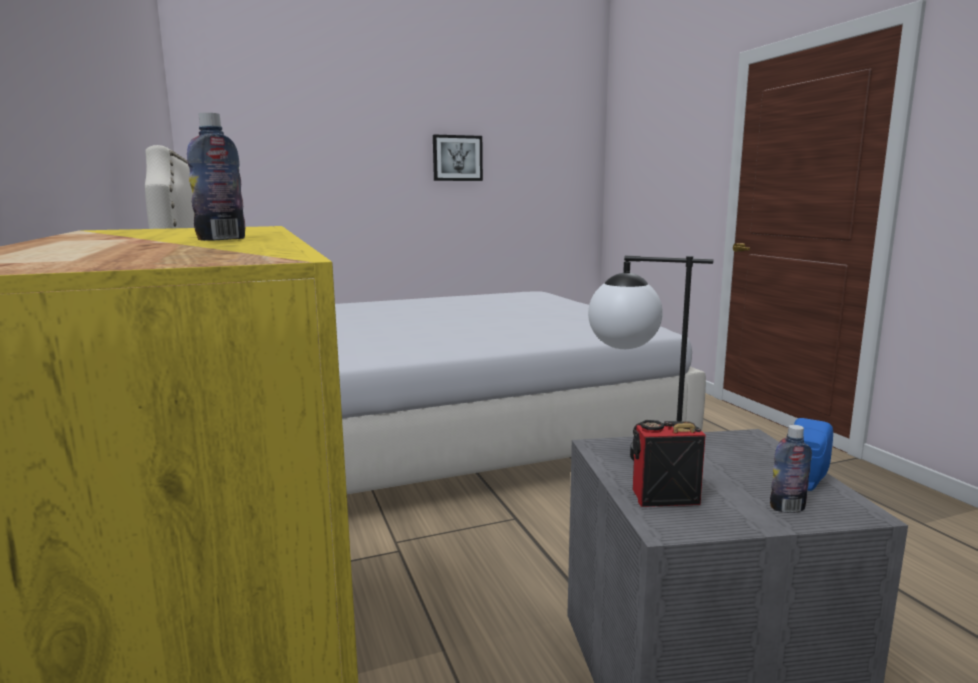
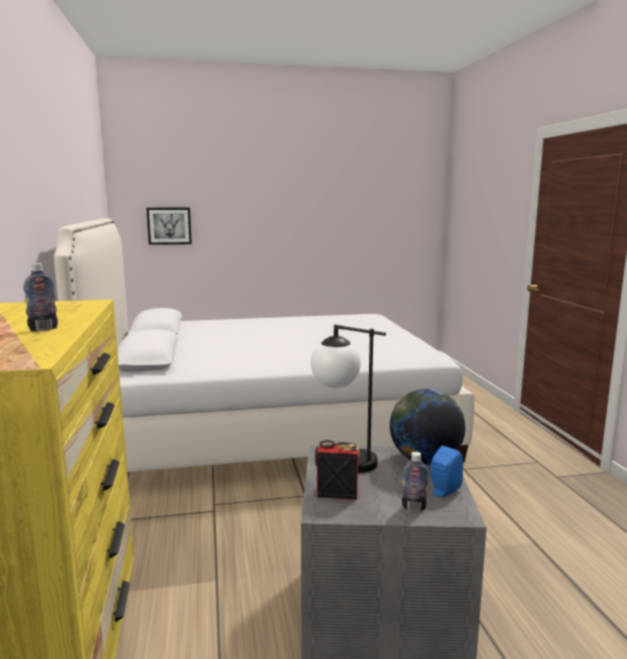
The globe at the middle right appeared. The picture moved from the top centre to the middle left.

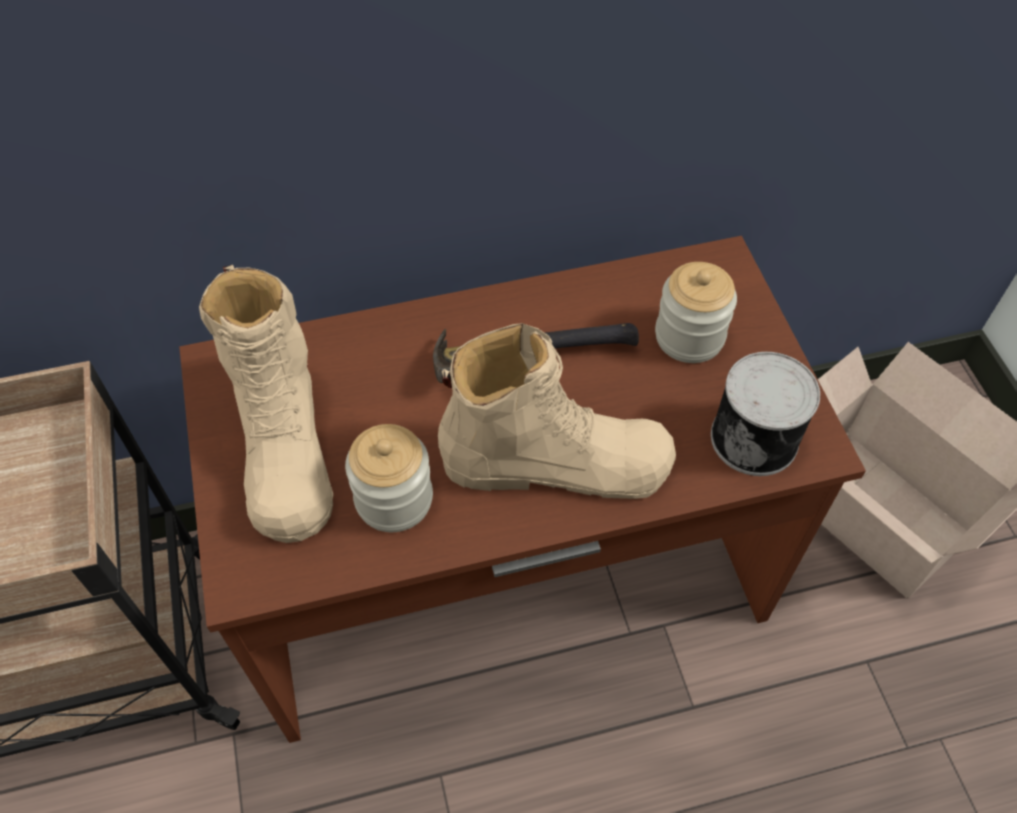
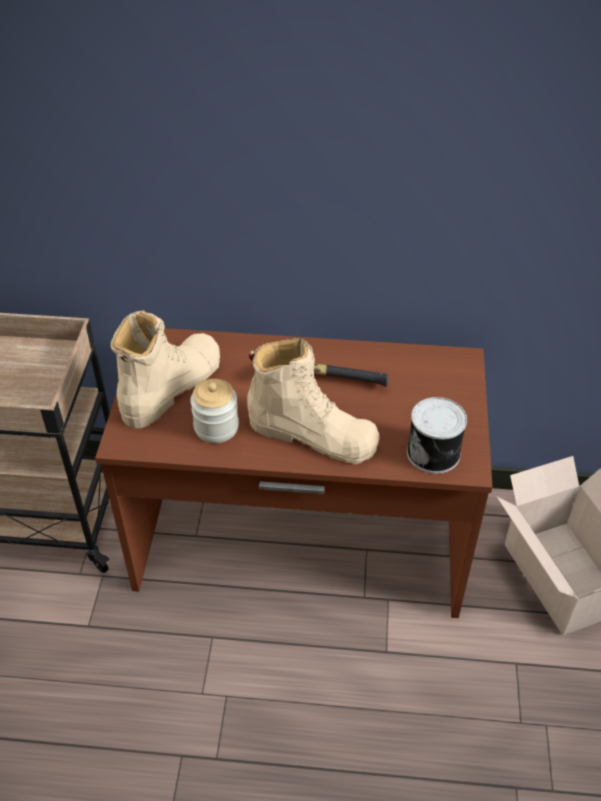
The jar (no. 2 from left) at the middle right disappeared. The beige boot (no. 1 from left) at the middle left turned 150 degrees counterclockwise.

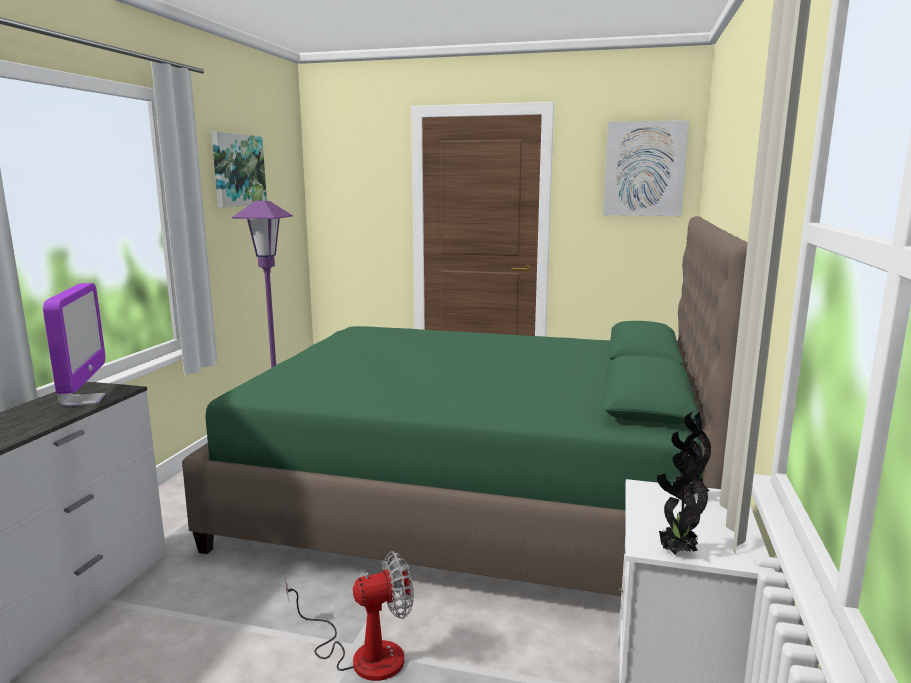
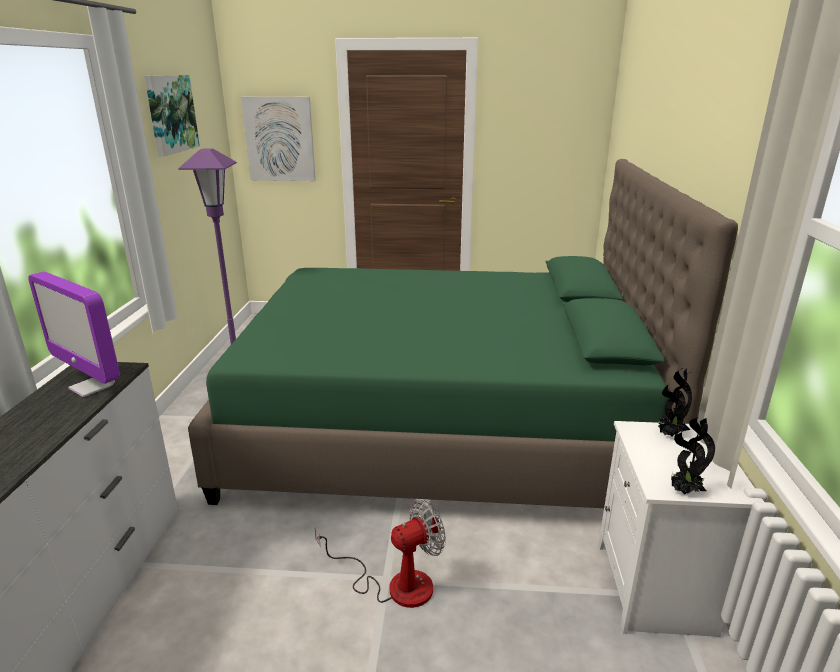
The picture (no. 2 from left) moved from the top right to the top left. The monitor at the middle left turned 150 degrees clockwise.

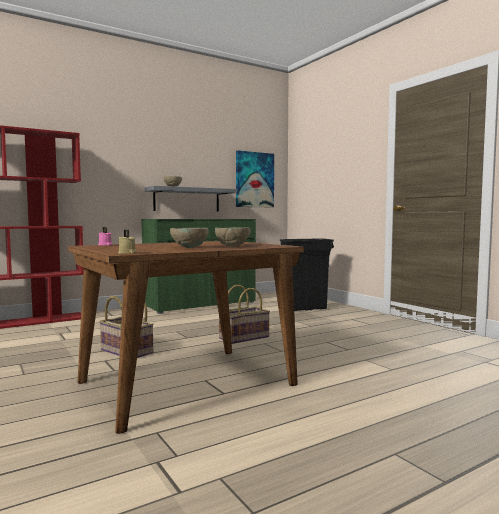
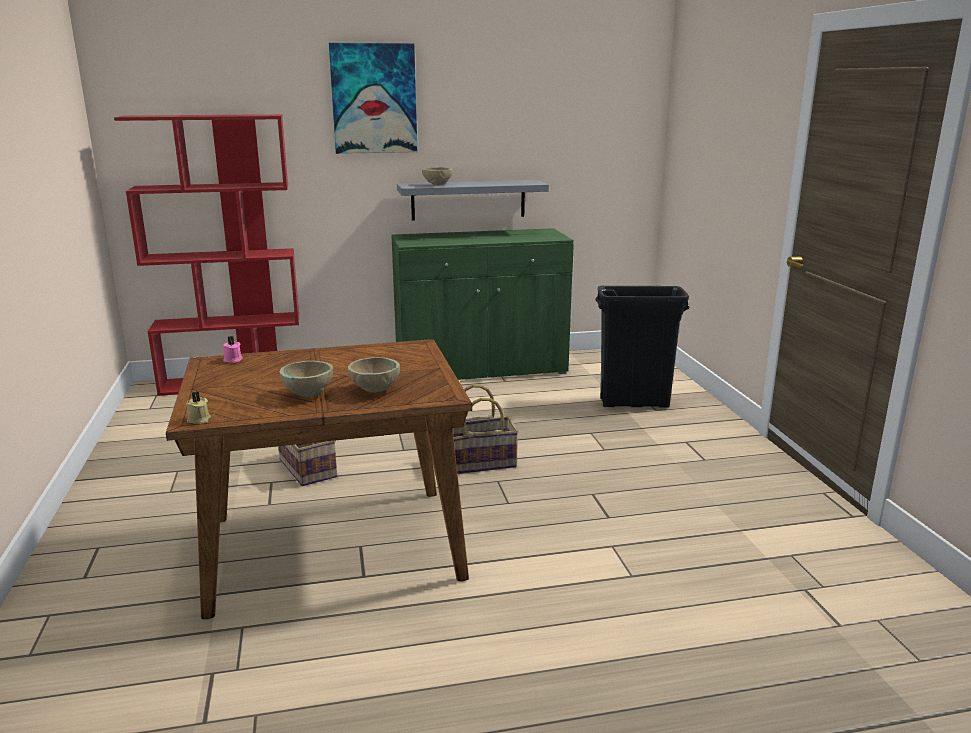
The picture moved from the centre to the top centre.

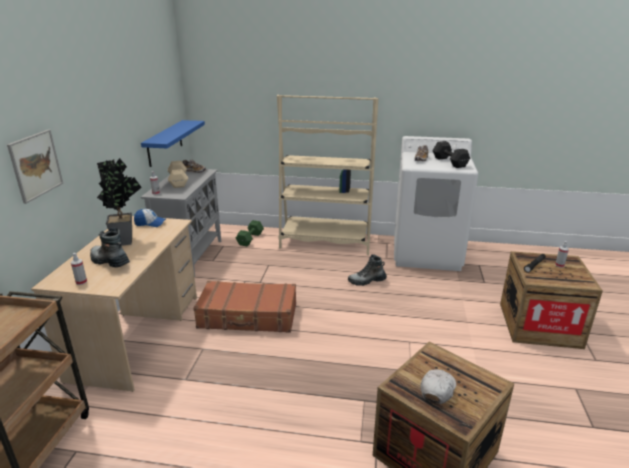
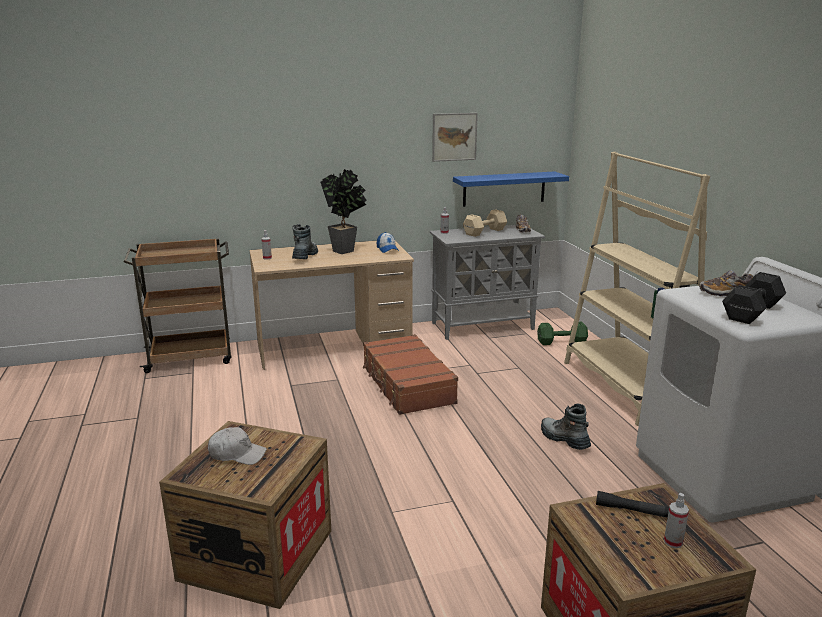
The picture moved from the middle left to the top centre.

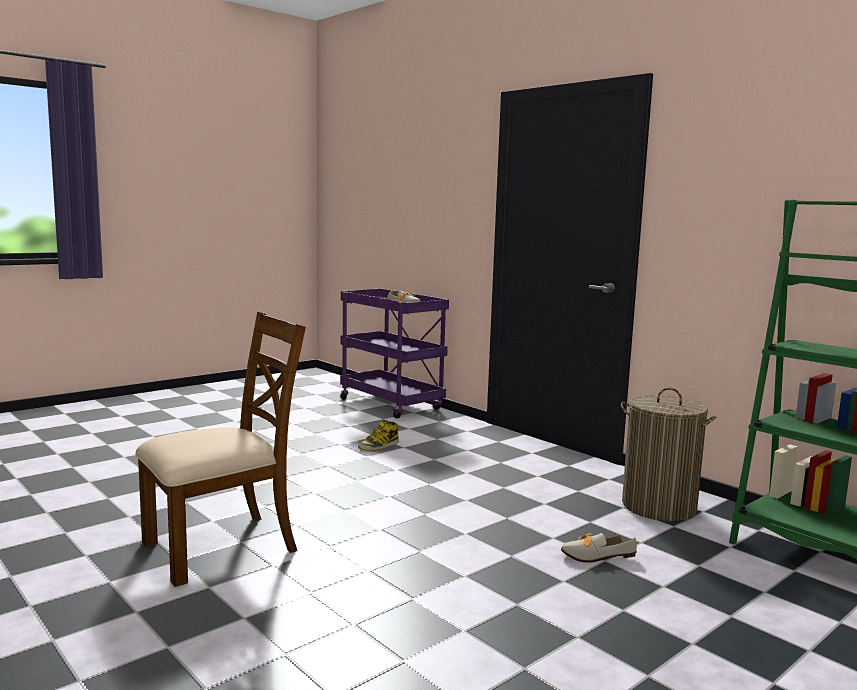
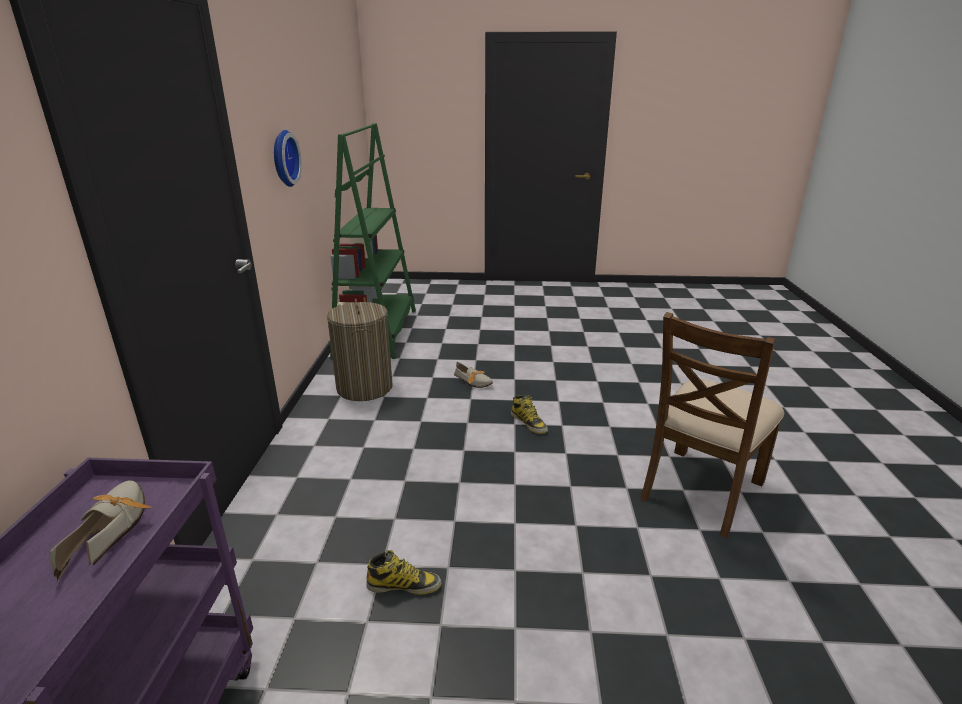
The wall clock at the top left appeared. The boot (no. 2 from left) at the centre appeared. The brown chair at the middle left turned 60 degrees counterclockwise.

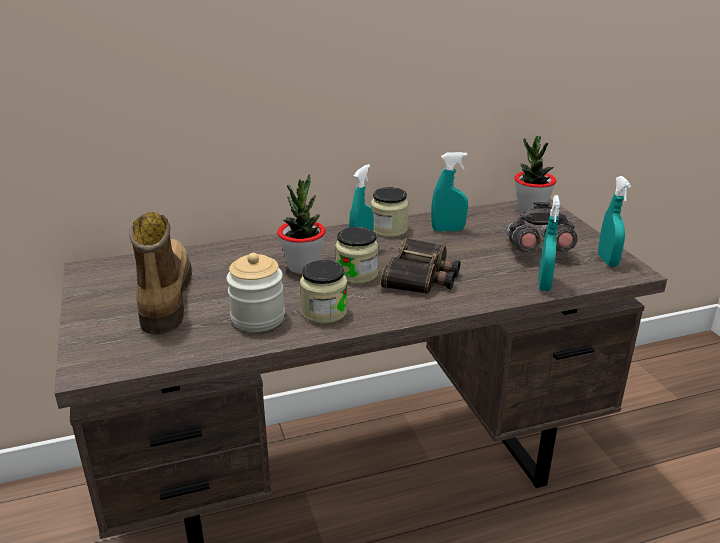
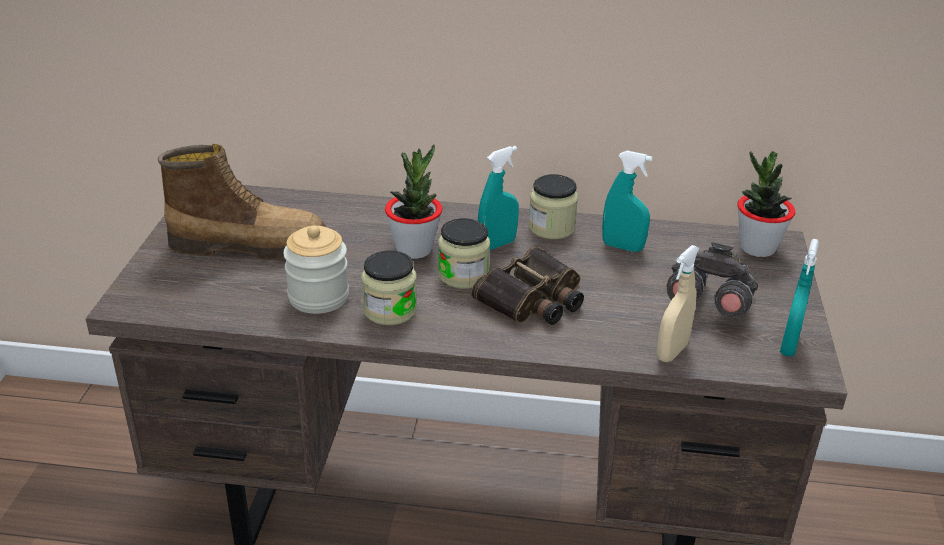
The turquoise spray bottle (no. 3 from left) at the middle right became the beige spray bottle at the middle right. The boot at the middle left turned 75 degrees clockwise.

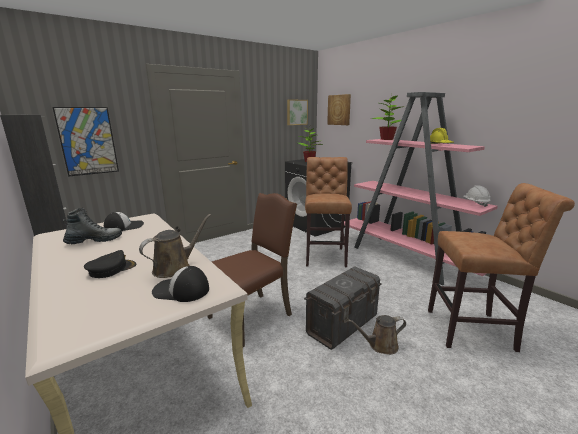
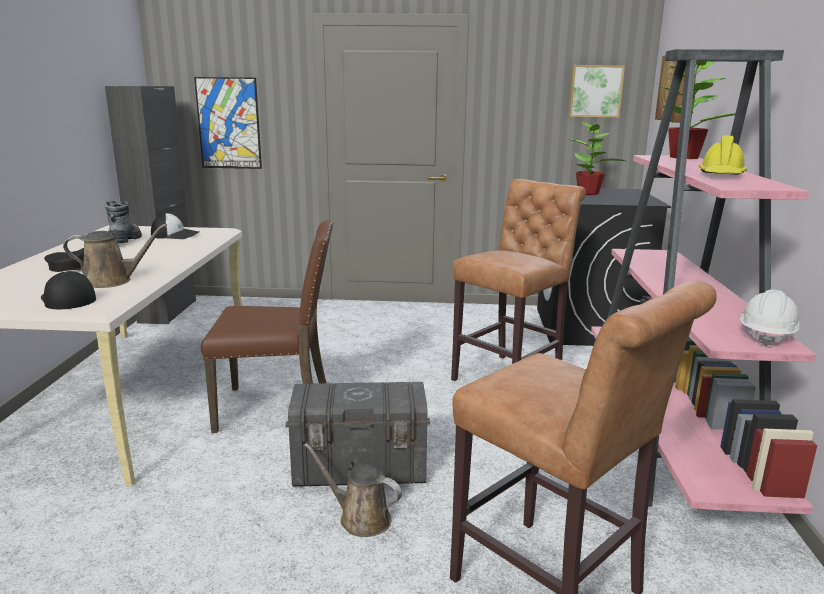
The boot at the middle left turned 105 degrees counterclockwise.

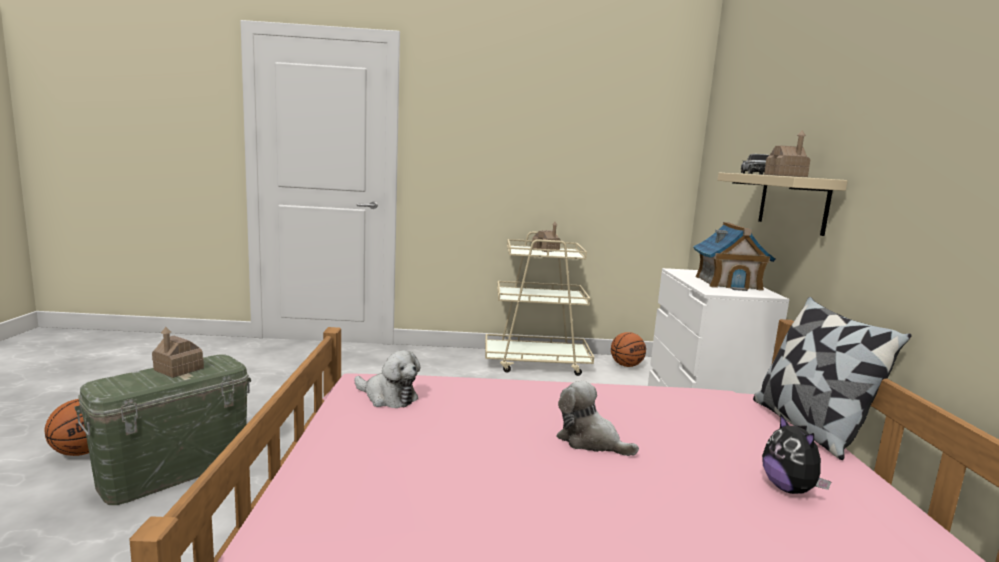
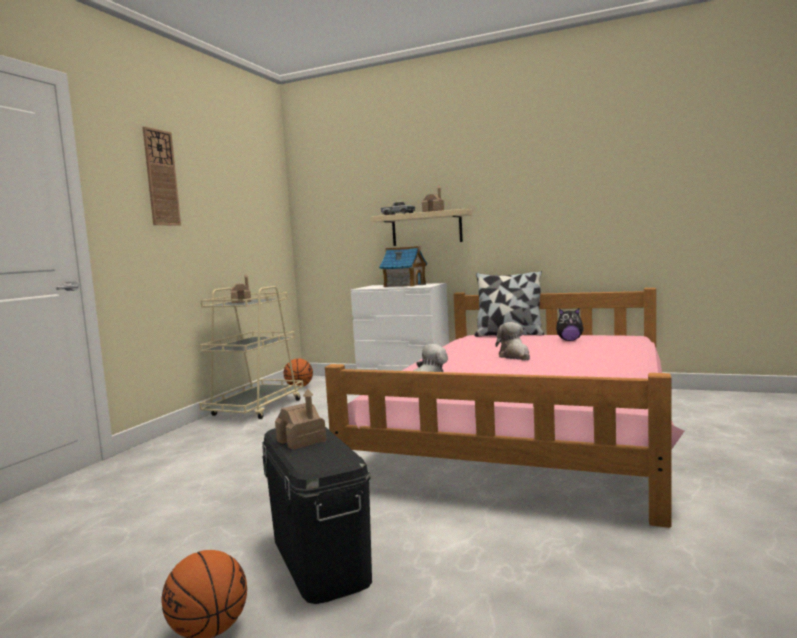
The wall clock at the top left appeared. The green storage box at the bottom left became the black storage box at the bottom centre. The plush toy (no. 2 from left) at the bottom centre turned 105 degrees clockwise.

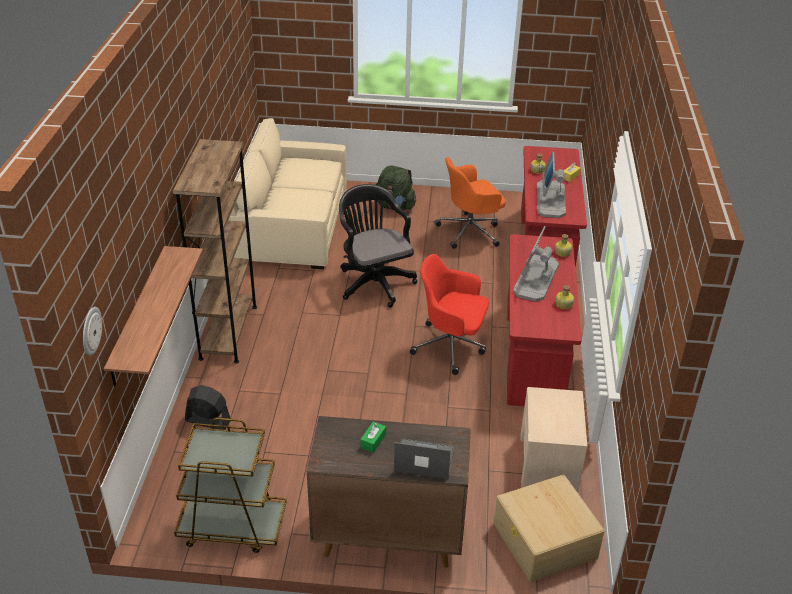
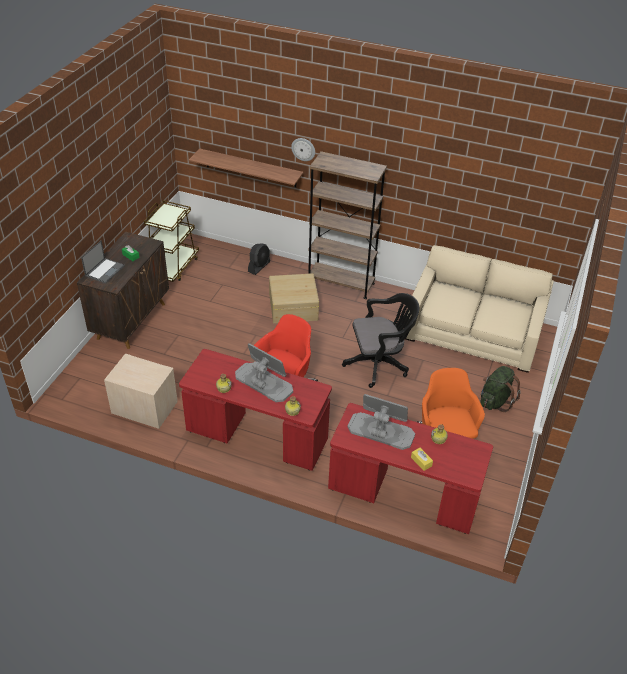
The wall clock moved from the middle left to the top centre. The beige storage box moved from the bottom right to the centre.

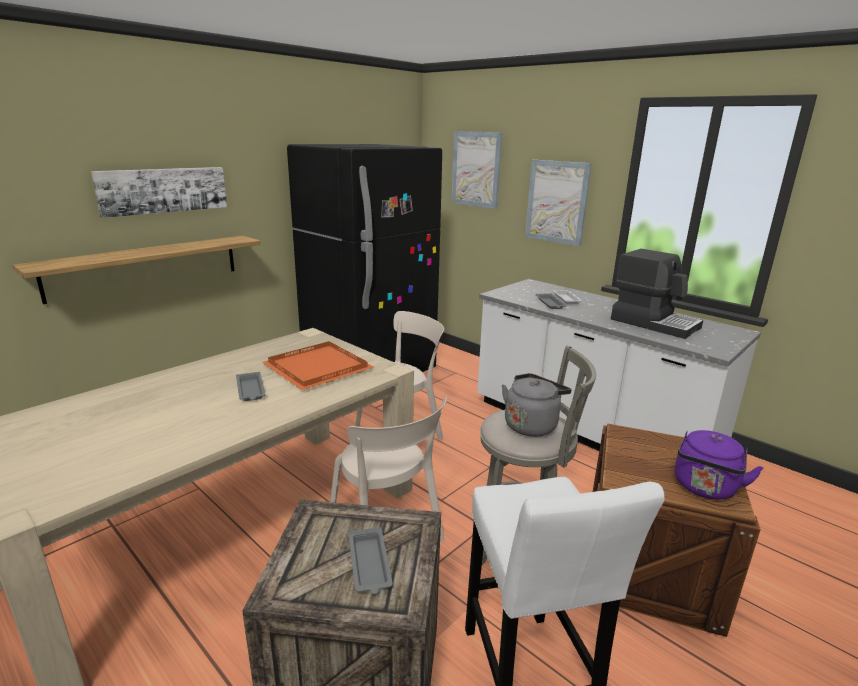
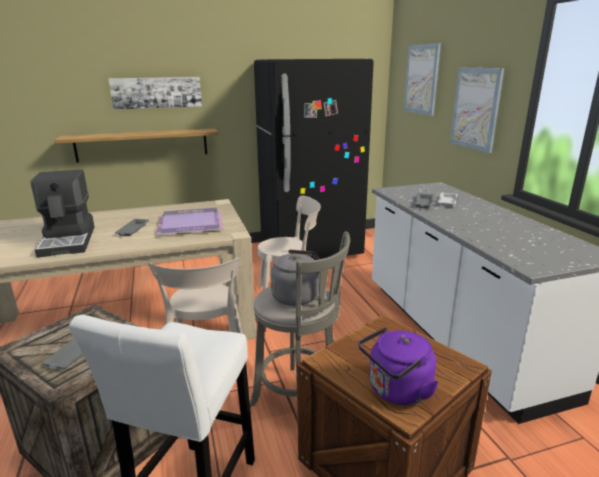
The coffee machine moved from the middle right to the middle left. The orange tray at the centre became the purple tray at the middle left.

